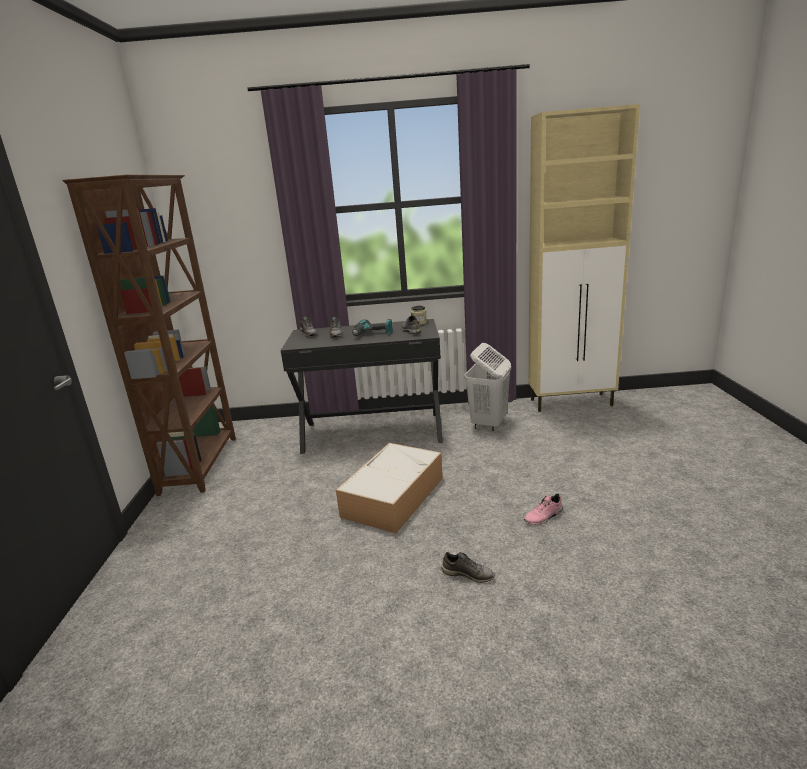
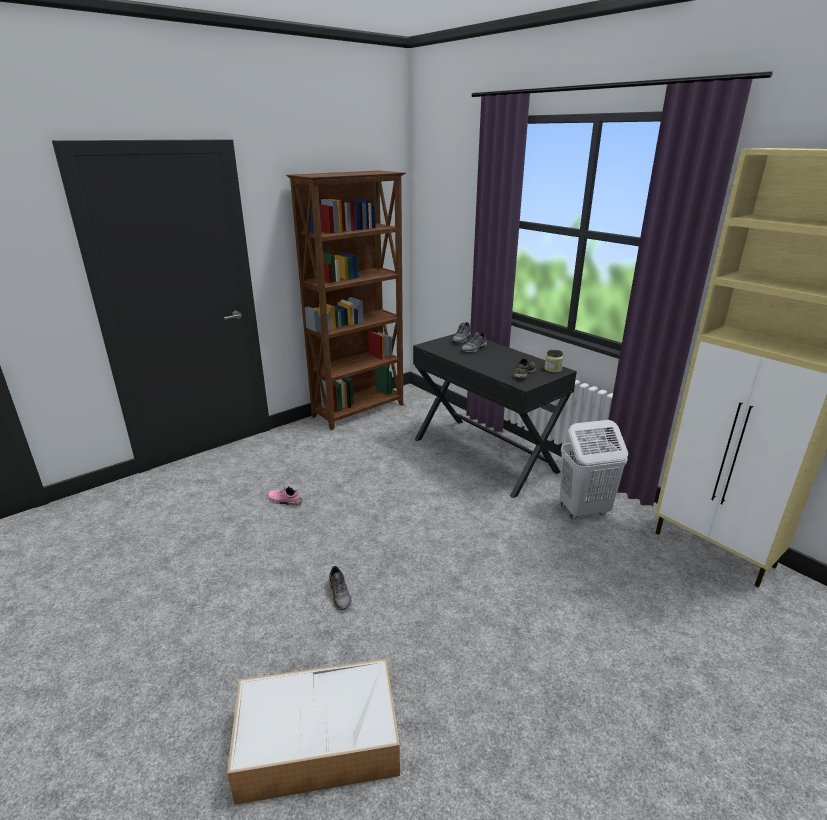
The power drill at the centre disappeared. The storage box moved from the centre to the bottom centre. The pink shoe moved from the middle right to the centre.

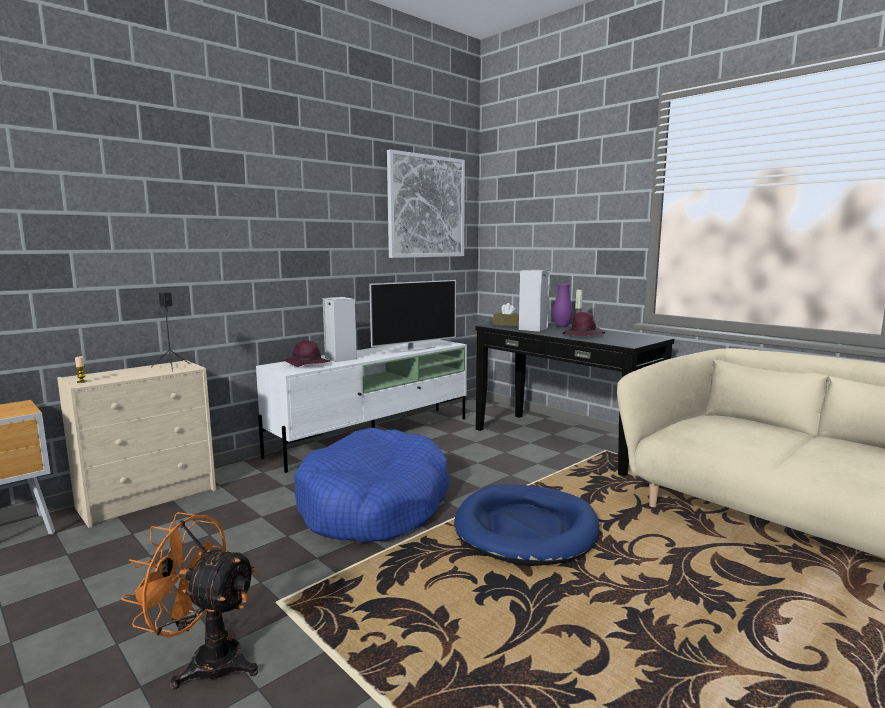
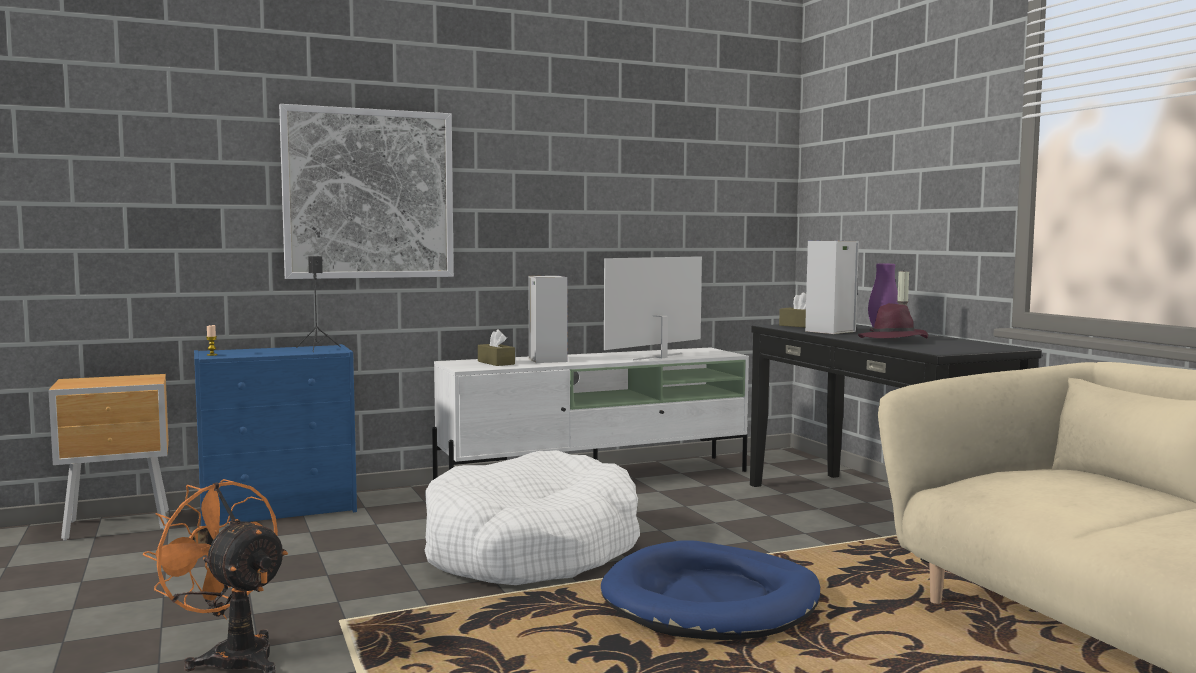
The picture moved from the top centre to the top left. The purple hat (no. 1 from left) at the centre was replaced by the brown tissue box (no. 1 from left) at the centre. The beige dresser at the middle left became the blue dresser at the middle left. The blue dog bed (no. 1 from left) at the bottom centre became the white dog bed at the bottom centre. The television at the centre turned 150 degrees clockwise.

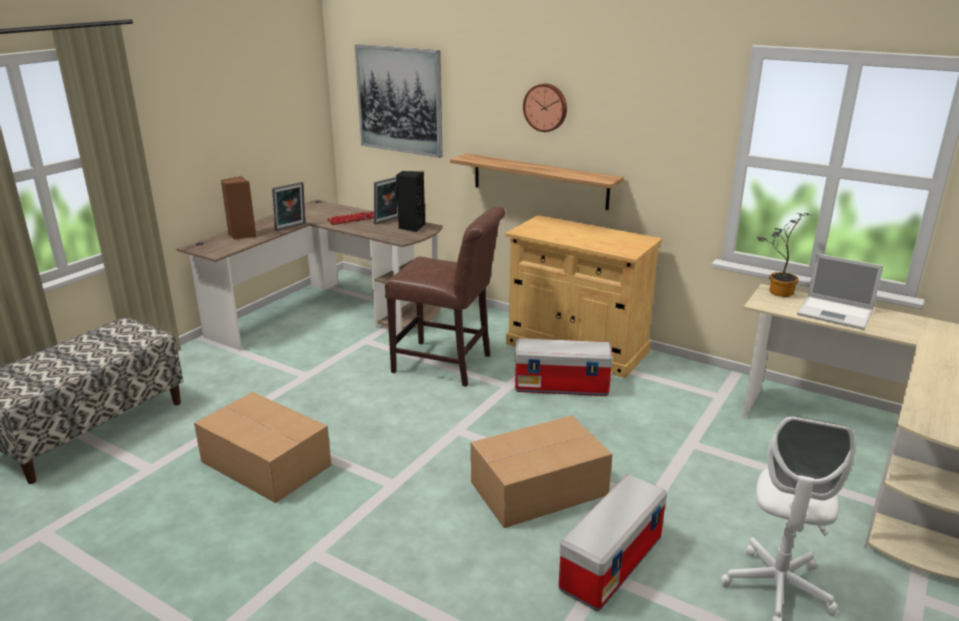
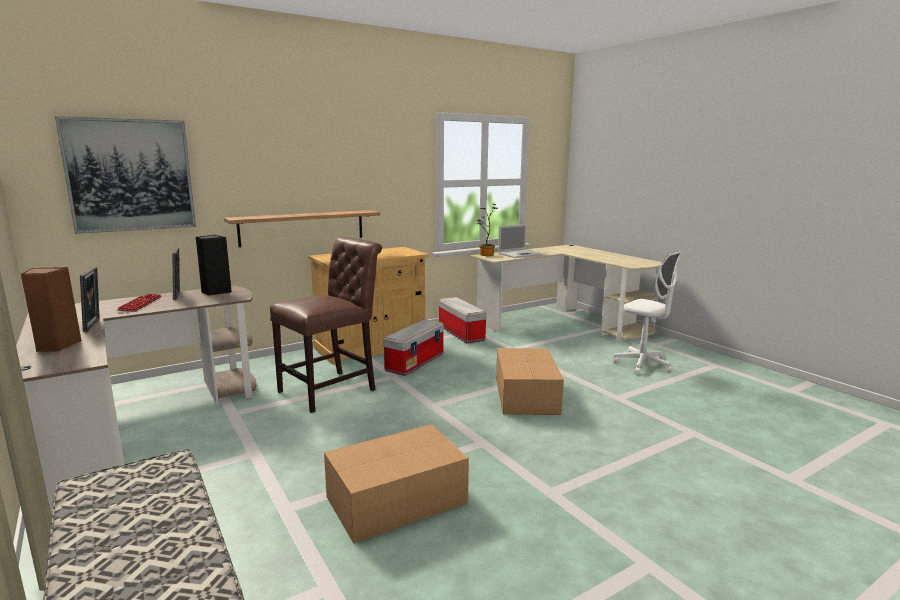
The wall clock at the top centre disappeared. The storage box (no. 2 from left) moved from the bottom centre to the centre.

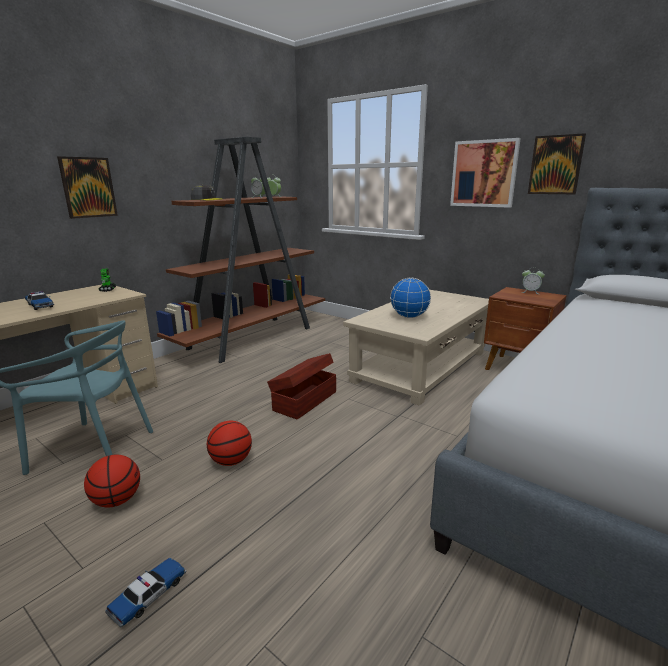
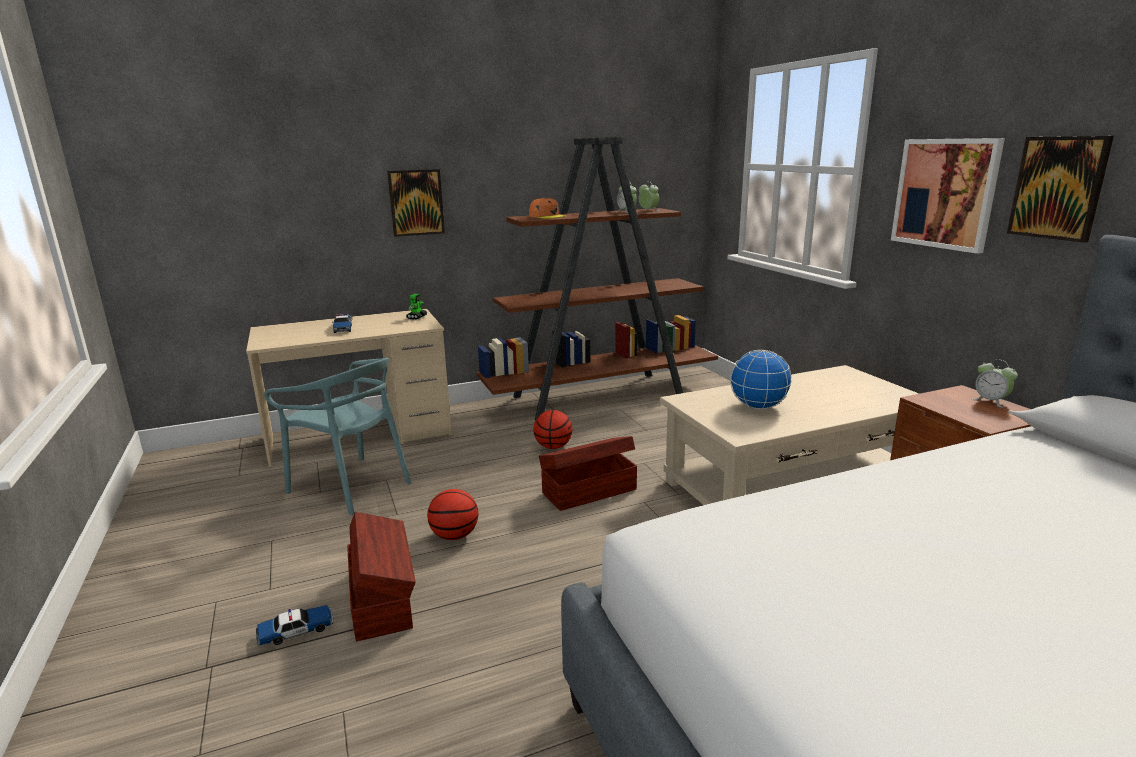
The brown storage box (no. 1 from left) at the bottom centre appeared. The basketball (no. 1 from left in the first image) moved from the bottom left to the centre. The grey cap at the top left became the orange cap at the top centre.

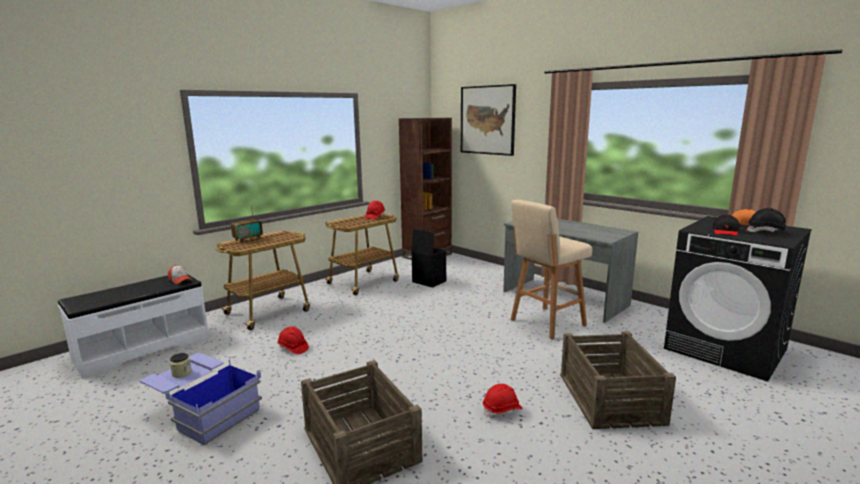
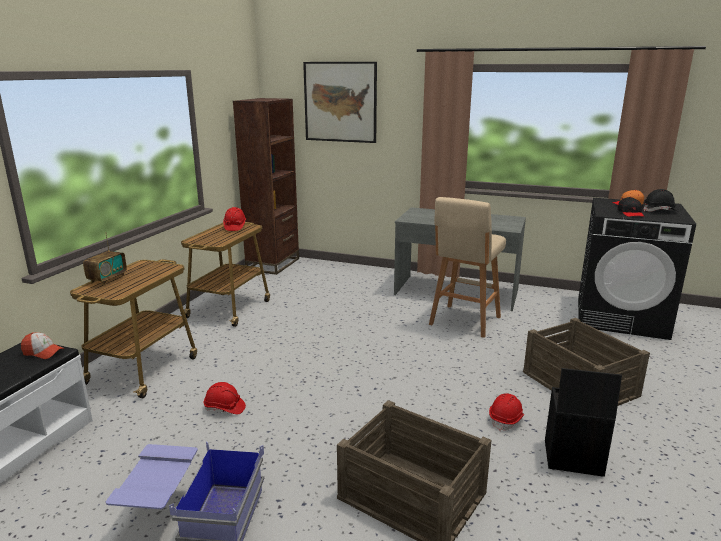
The jar at the bottom left disappeared. The black storage box moved from the centre to the bottom right.

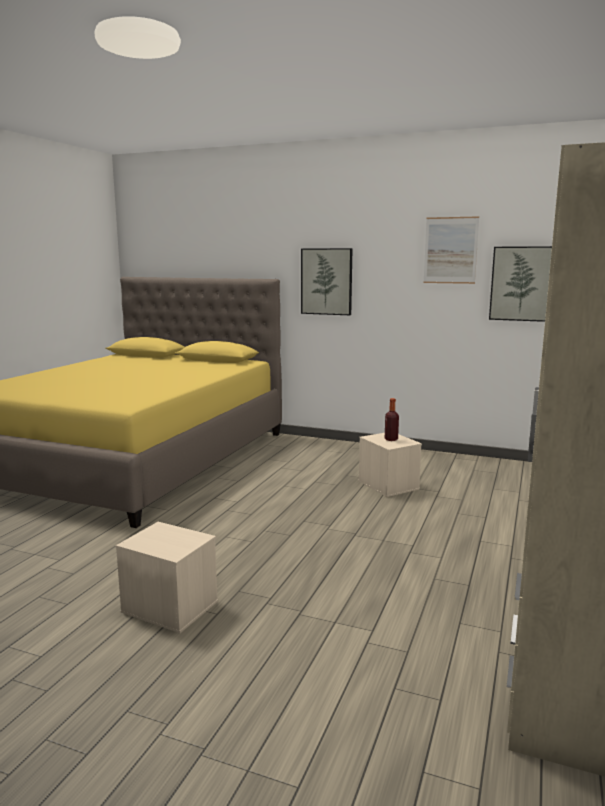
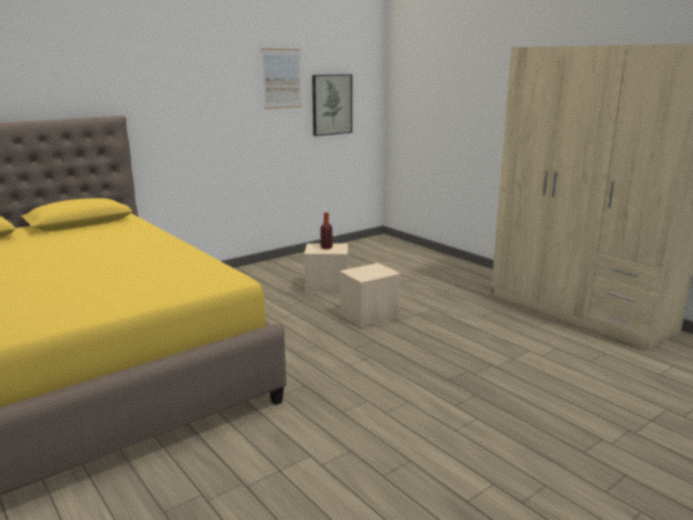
The picture (no. 1 from left) at the centre disappeared. The beige storage box (no. 1 from left in the first image) moved from the bottom left to the centre.

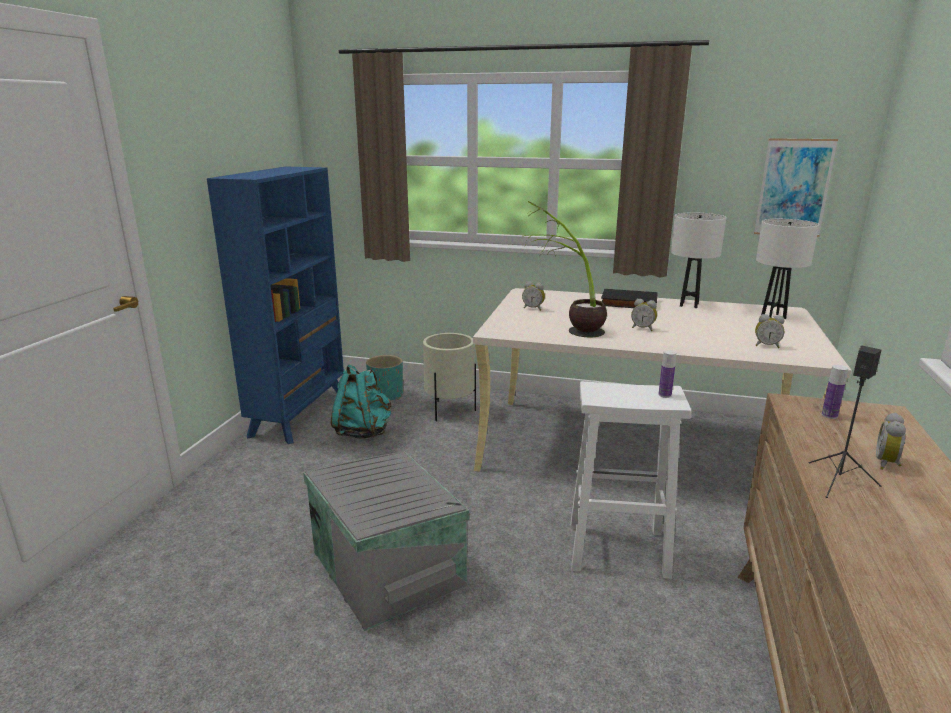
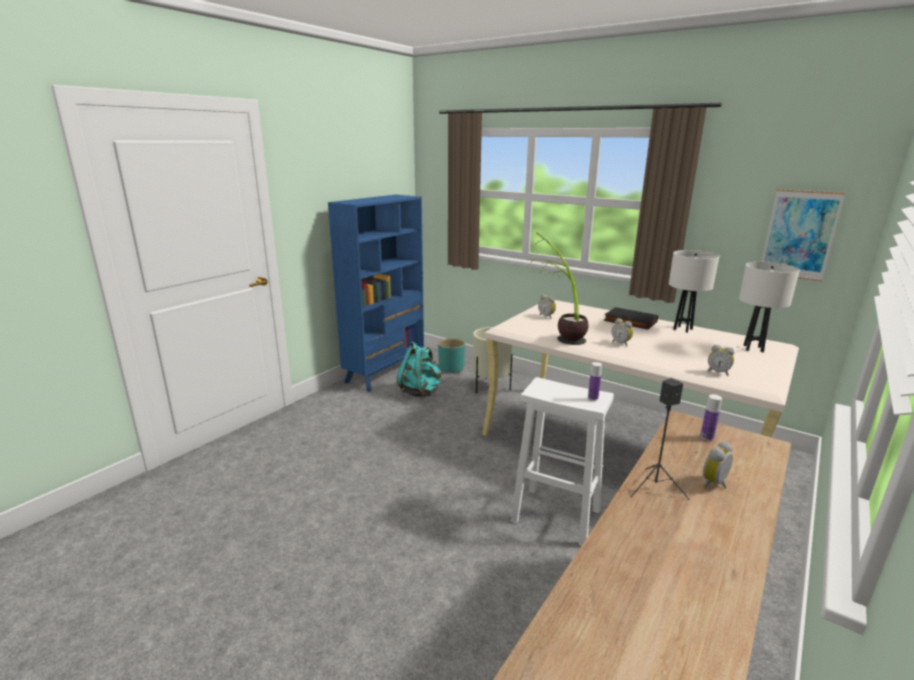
The grey storage box at the bottom centre disappeared.

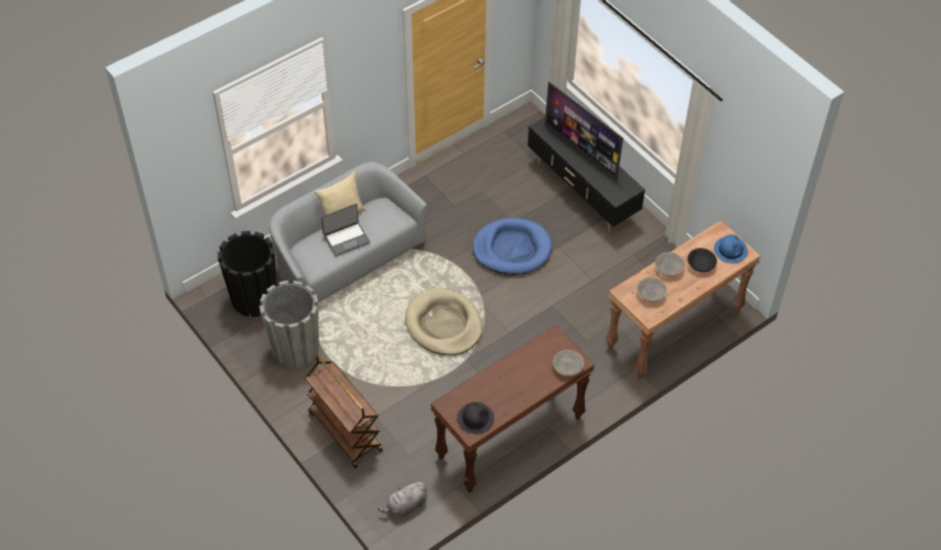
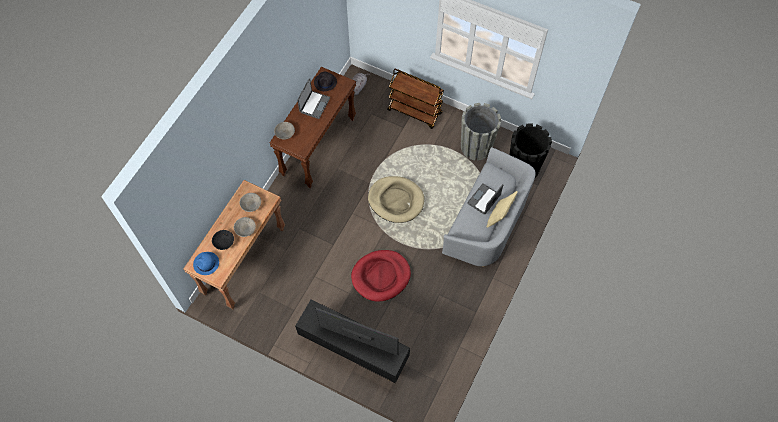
The laptop (no. 1 from left) at the top centre appeared. The blue dog bed at the centre became the red dog bed at the centre.

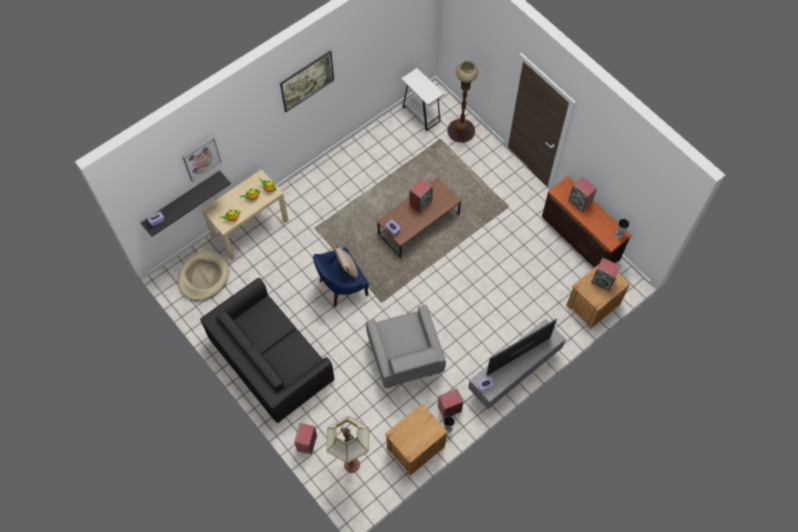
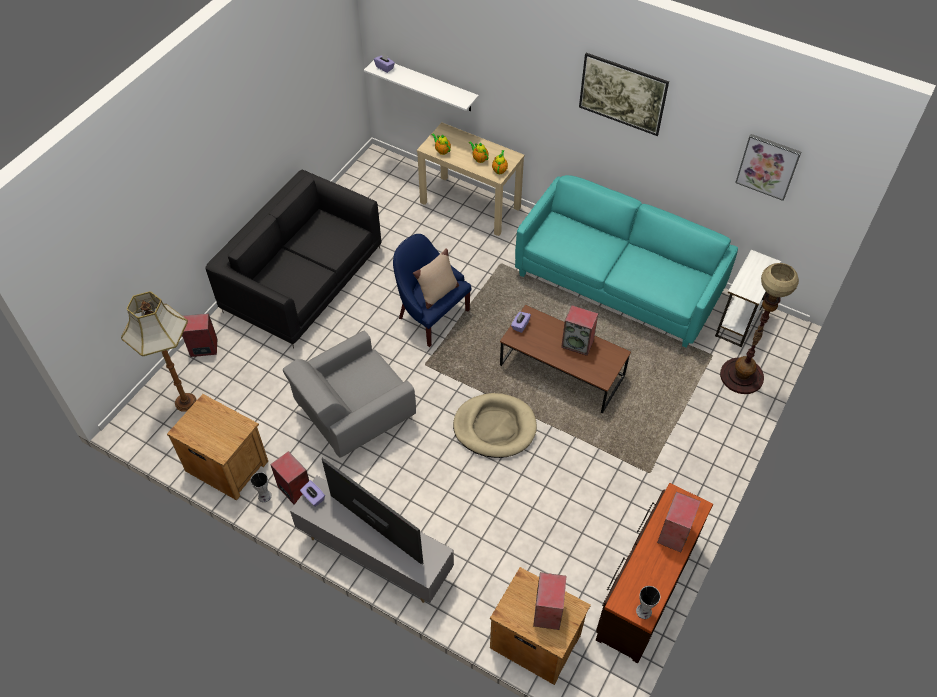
The turquoise sofa at the middle right appeared. The beige dog bed moved from the middle left to the centre. The picture (no. 1 from left in the first image) moved from the top left to the top right. The black shelf at the middle left became the white shelf at the top centre.

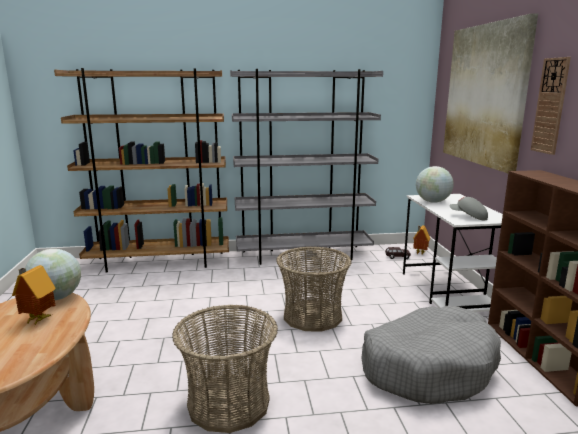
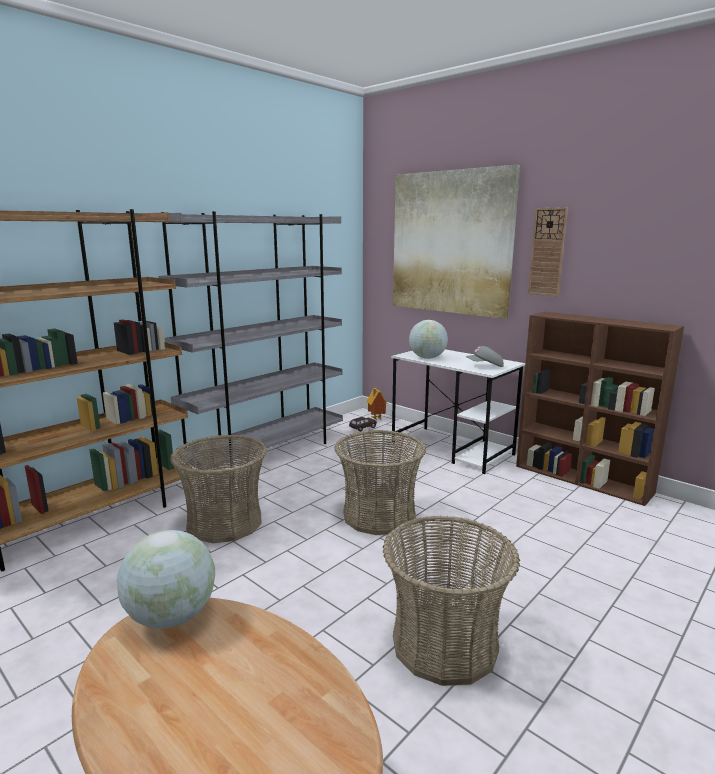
The toy house (no. 1 from left) at the bottom left disappeared. The grey dog bed at the bottom right disappeared. The basket (no. 1 from left) at the middle left appeared.

